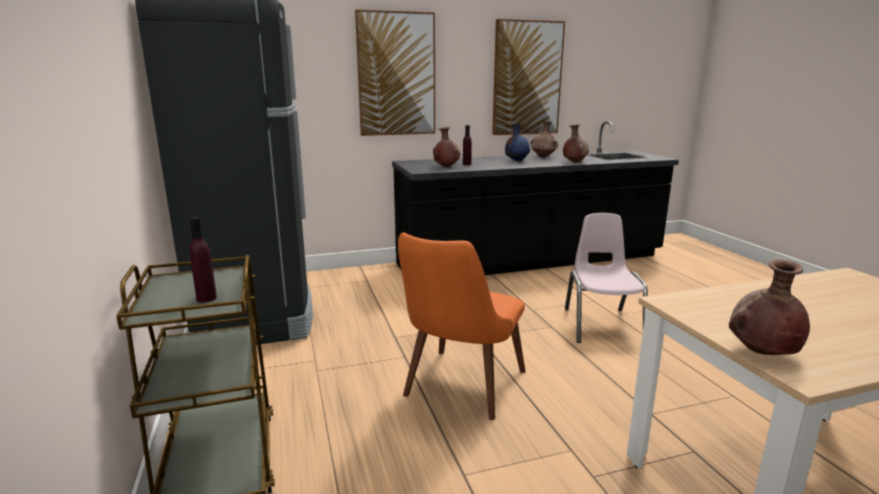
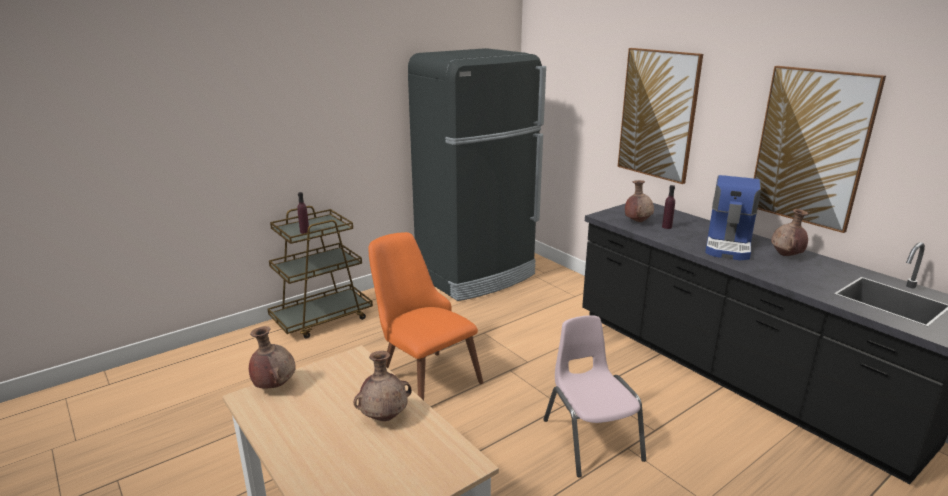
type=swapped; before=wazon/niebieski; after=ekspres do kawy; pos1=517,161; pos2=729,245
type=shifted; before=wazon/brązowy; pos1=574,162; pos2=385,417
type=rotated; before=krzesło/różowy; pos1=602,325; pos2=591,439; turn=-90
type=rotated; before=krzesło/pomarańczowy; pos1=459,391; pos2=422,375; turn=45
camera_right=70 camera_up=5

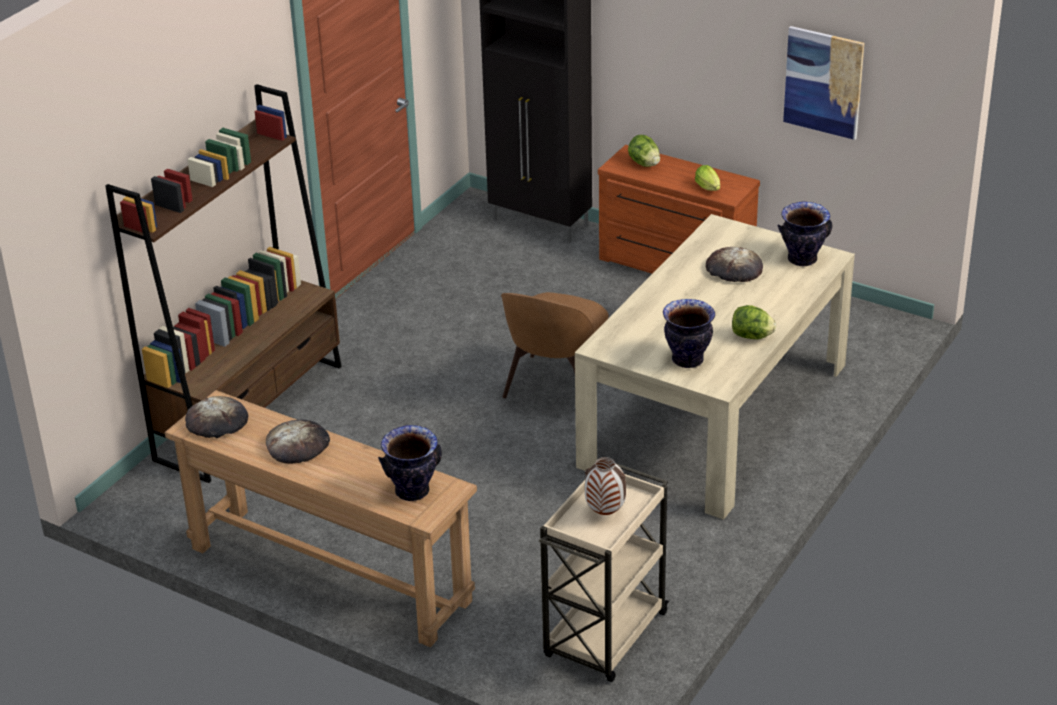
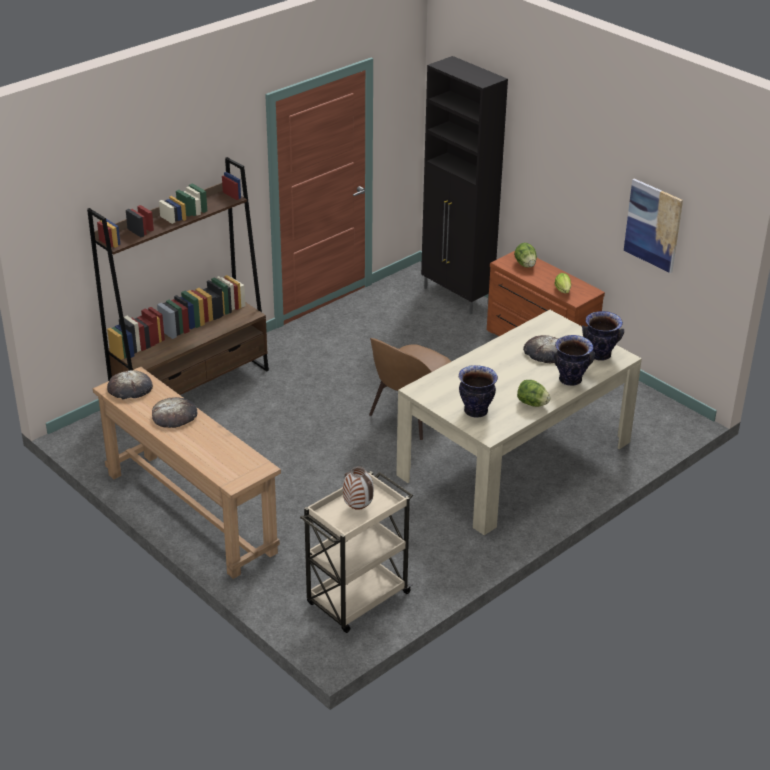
type=shifted; before=wazon; pos1=412,492; pos2=570,380
camera_right=15 camera_up=0

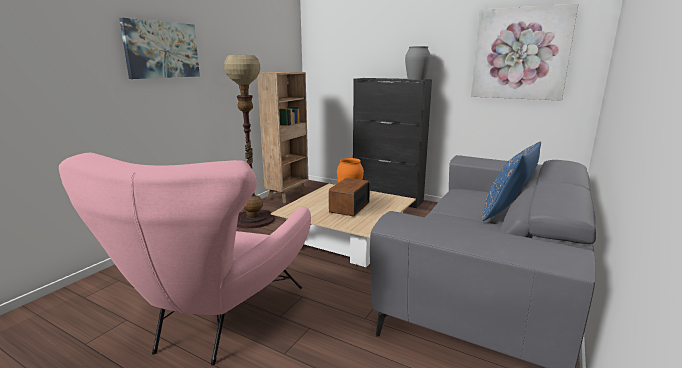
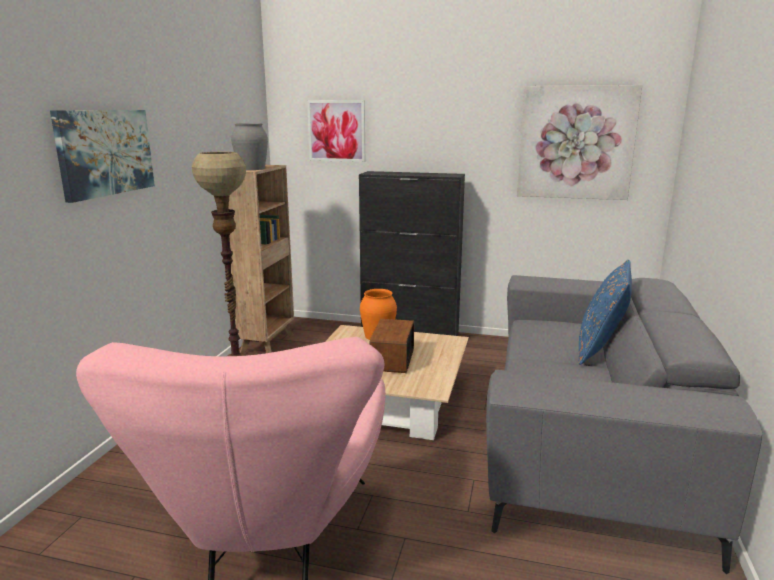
type=shifted; before=wazon/szary; pos1=416,79; pos2=251,169
type=new; after=obraz; pos2=336,131
camera_right=-15 camera_up=0

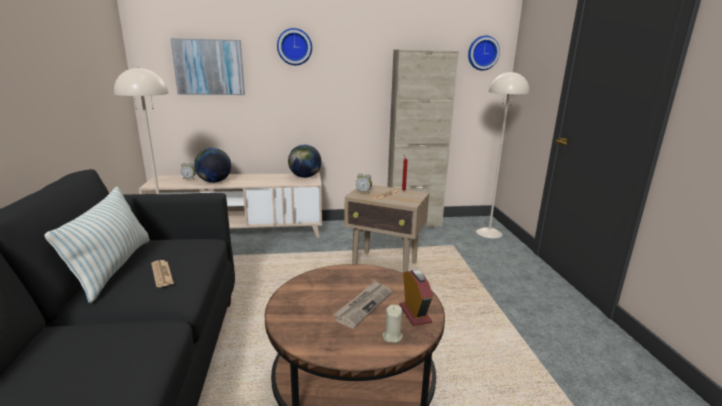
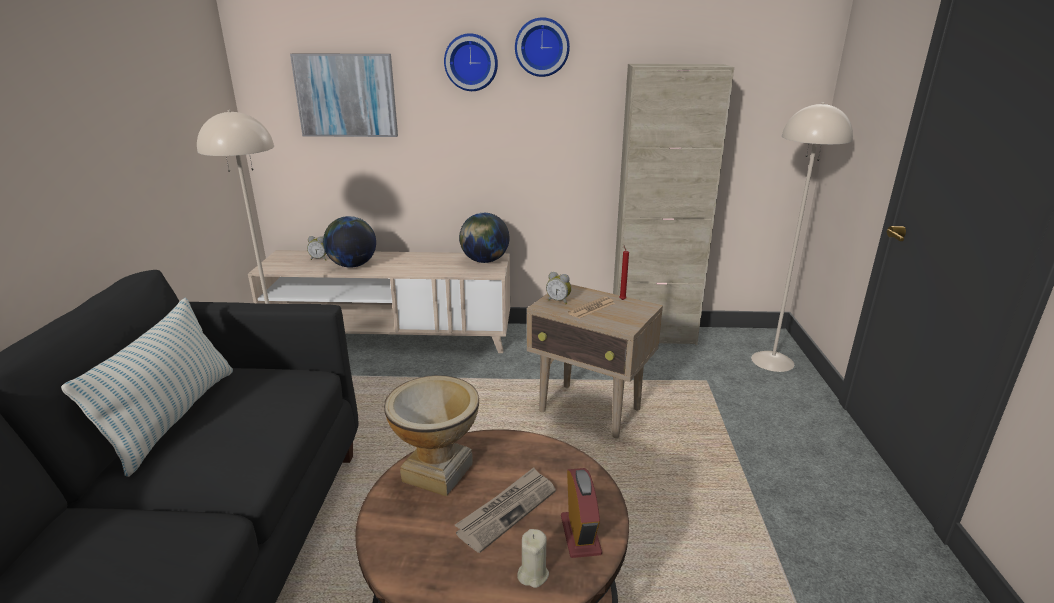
type=shifted; before=zegar ścienny; pos1=482,53; pos2=542,47
type=gone; before=gazeta; pos1=162,274
type=new; after=wazon; pos2=437,473
camera_right=10 camera_up=5

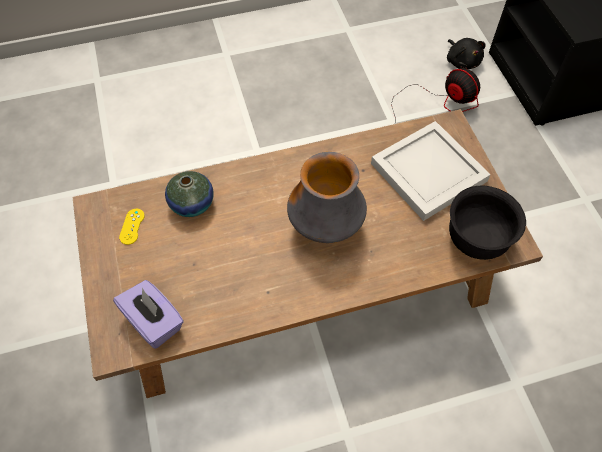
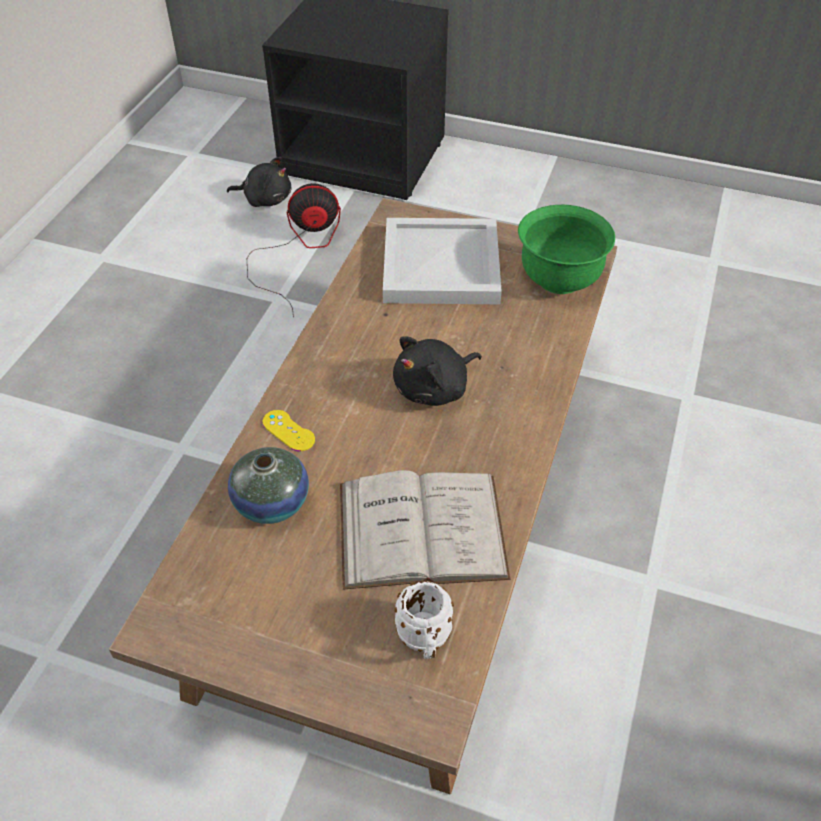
type=swapped; before=wazon; after=pluszak/czarny; pos1=325,227; pos2=434,388
type=repainted; before=miska/czarny; after=miska/zielony; pos1=476,240; pos2=559,279
type=shifted; before=pad do gier/żółty; pos1=132,226; pos2=288,431
type=swapped; before=pudełko chusteczek/fioletowy; after=kubek/biały; pos1=154,321; pos2=425,641
type=new; after=książka/biały; pos2=421,530
camera_right=-55 camera_up=-10

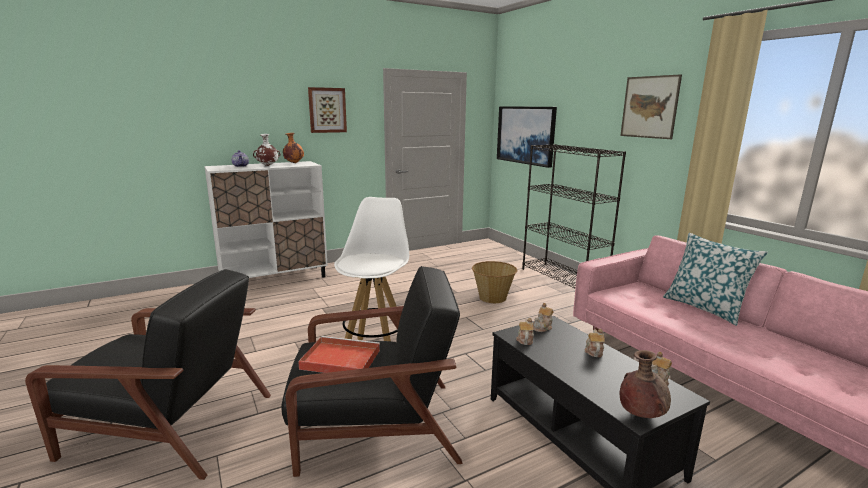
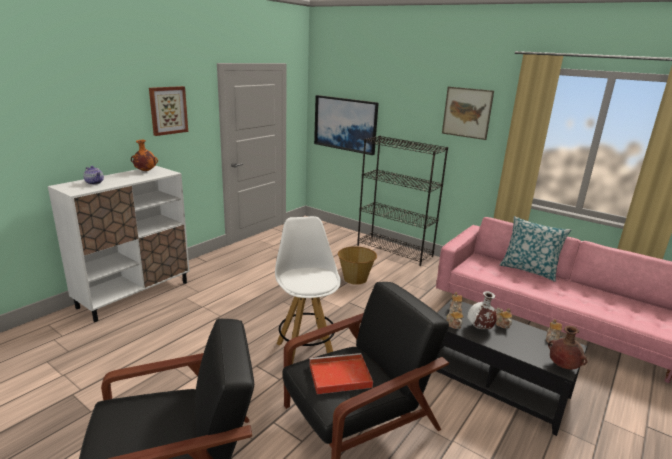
type=shifted; before=wazon/biały; pos1=267,166; pos2=479,328
camera_right=-25 camera_up=5

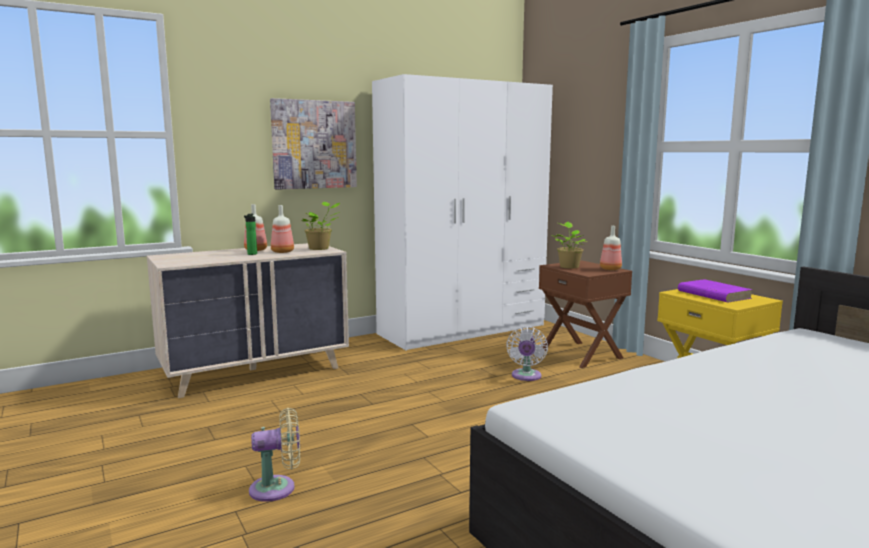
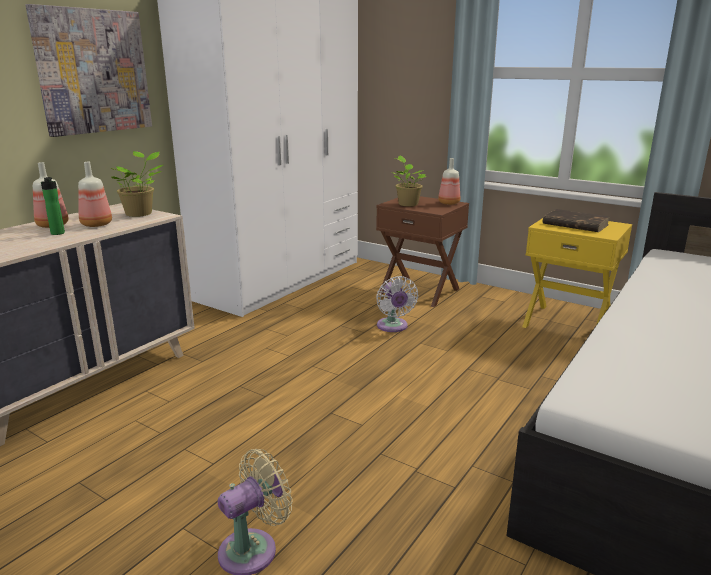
type=repainted; before=książka/fioletowy; after=książka/brązowy; pos1=713,294; pos2=574,224
camera_right=-25 camera_up=10

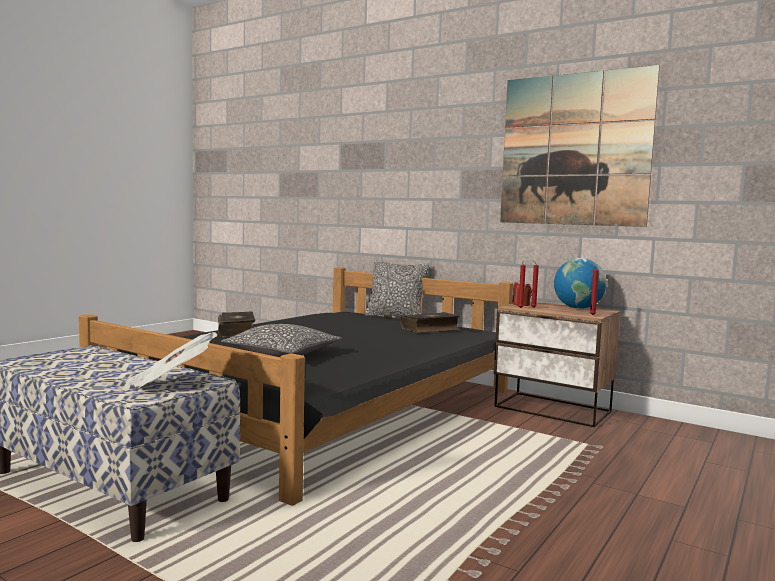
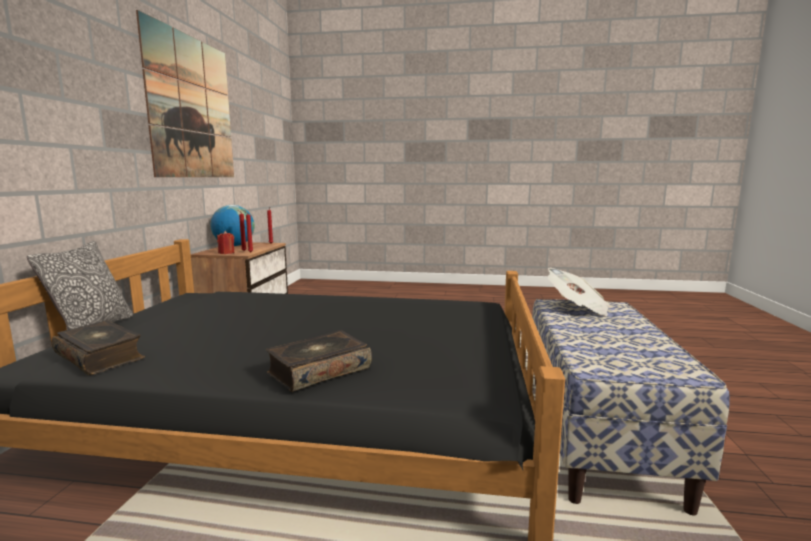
type=shifted; before=książka; pos1=430,329; pos2=101,357
type=gone; before=poduszka; pos1=282,354
camera_right=-115 camera_up=5

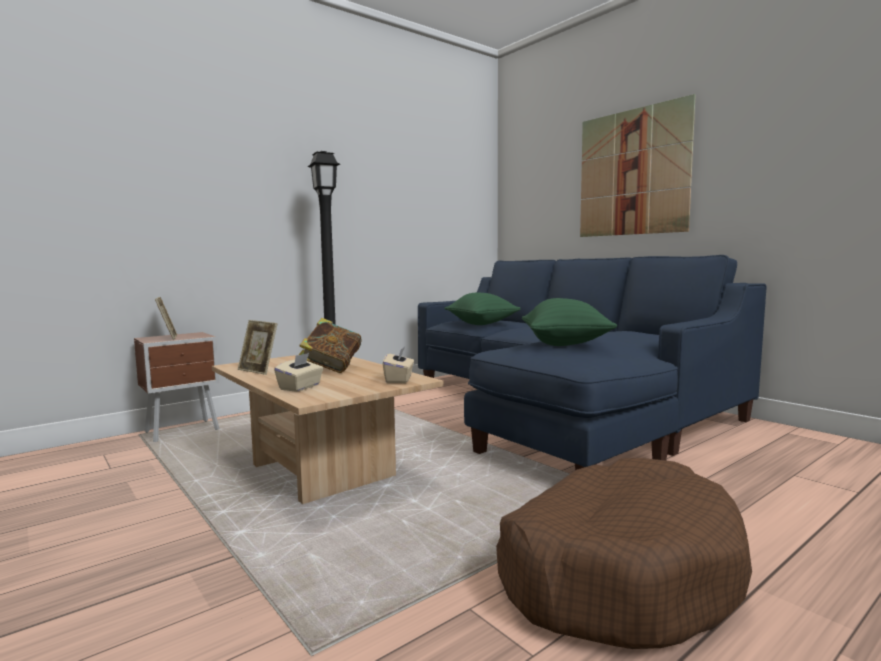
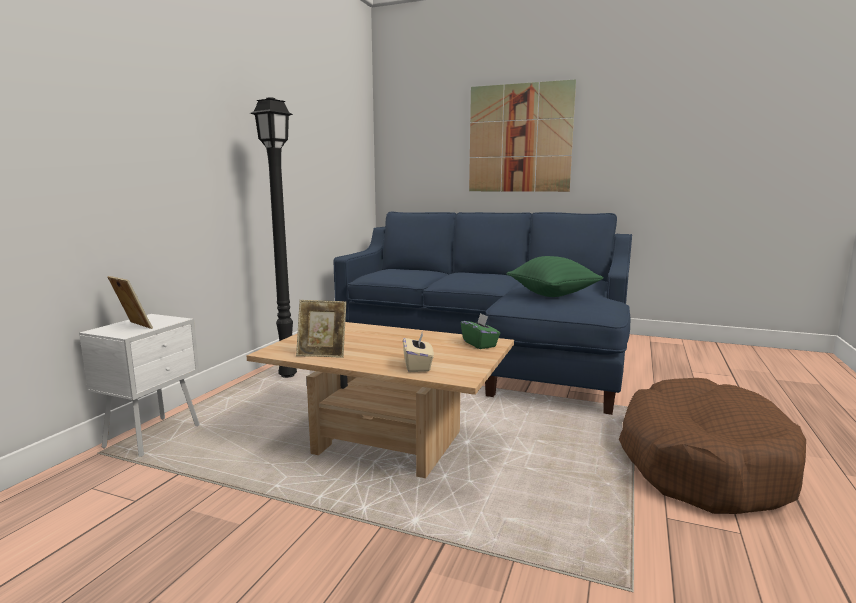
type=gone; before=poduszka/zielony; pos1=482,324
type=gone; before=książka; pos1=331,368
type=repainted; before=szafka nocna/brązowy; after=szafka nocna/biały; pos1=184,431; pos2=155,436
type=repainted; before=pudełko chusteczek/beżowy; after=pudełko chusteczek/zielony; pos1=399,379; pos2=480,344
camera_right=-30 camera_up=5

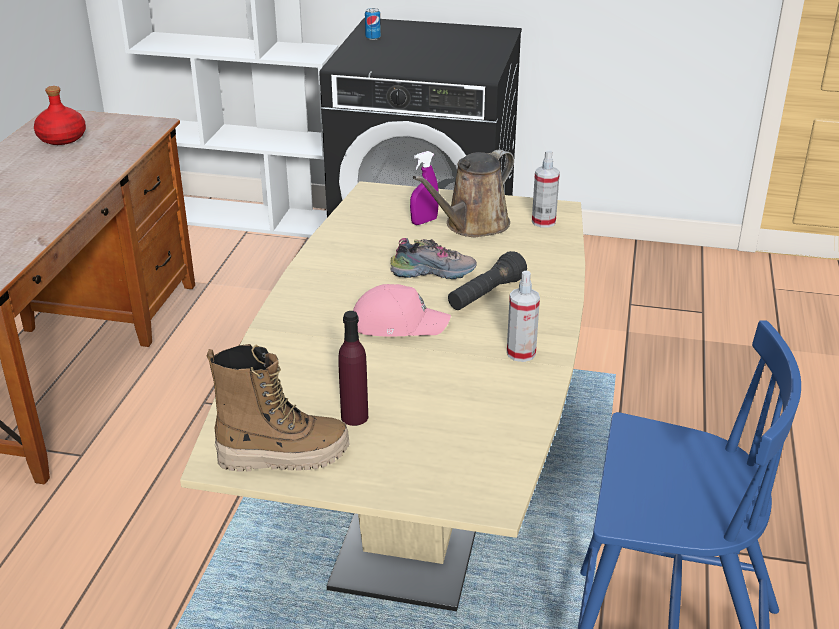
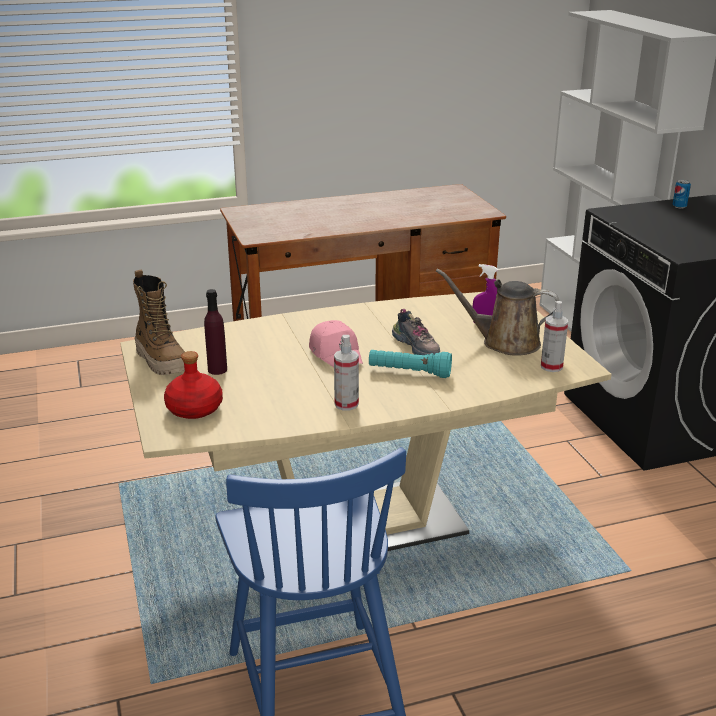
type=shifted; before=butelka/czerwony; pos1=62,138; pos2=195,409
type=repainted; before=latarka/czarny; after=latarka/turkusowy; pos1=486,295; pos2=409,373
camera_right=60 camera_up=-5

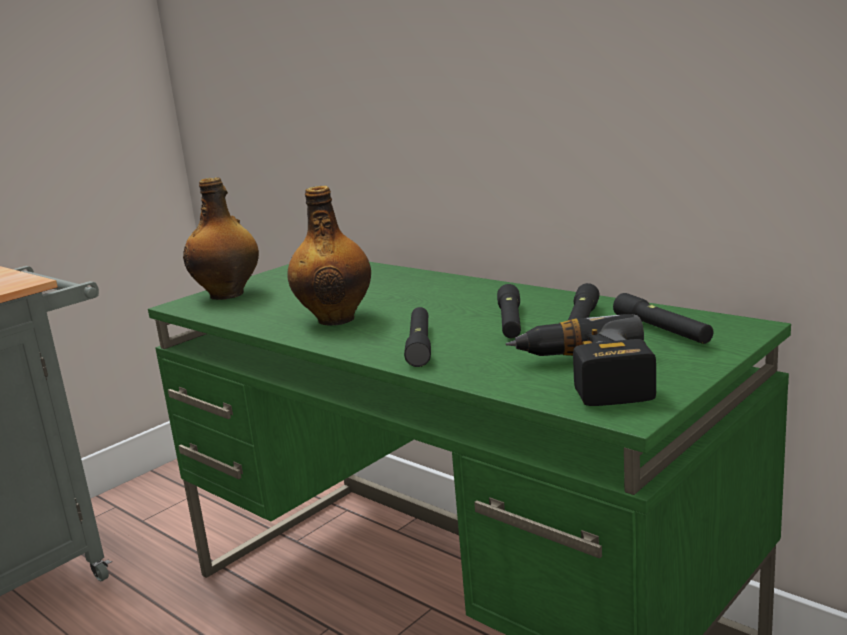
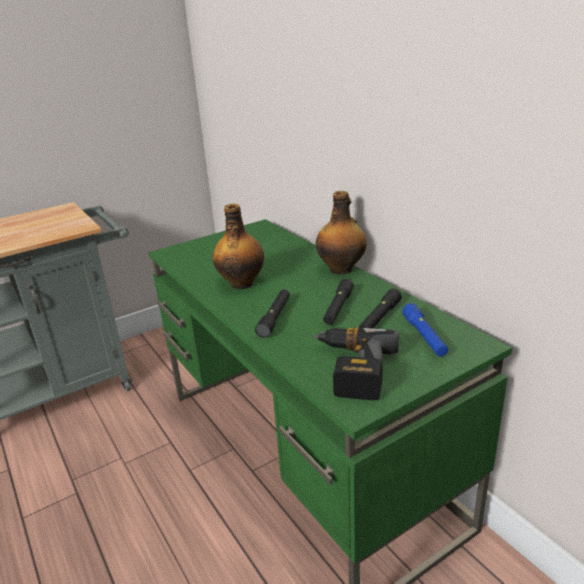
type=shifted; before=butelka; pos1=228,294; pos2=342,269
type=repainted; before=latarka/czarny; after=latarka/niebieski; pos1=662,330; pos2=424,336
camera_right=15 camera_up=10

